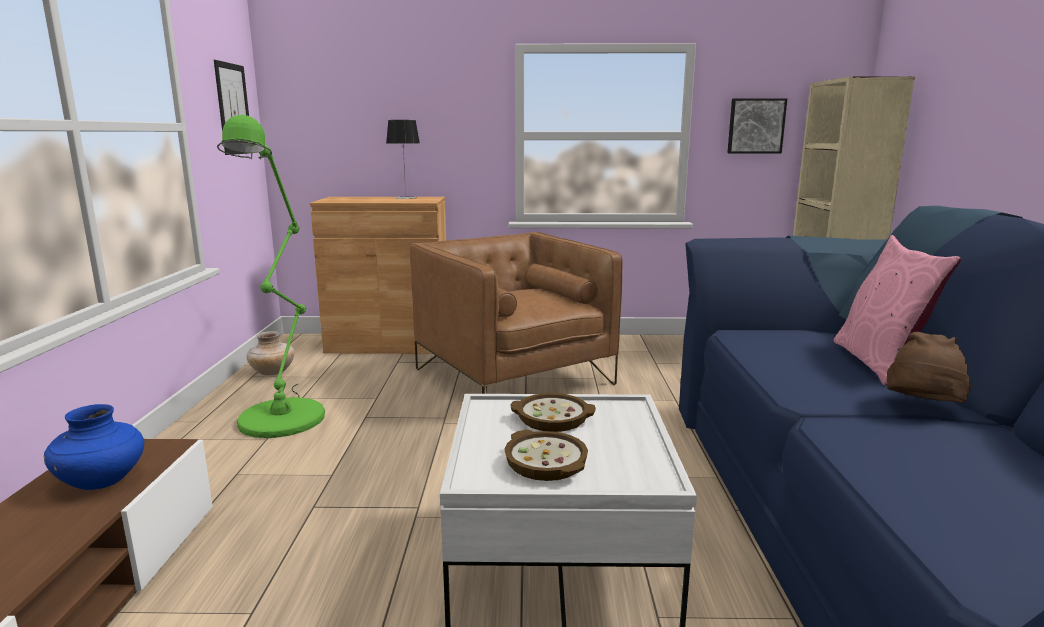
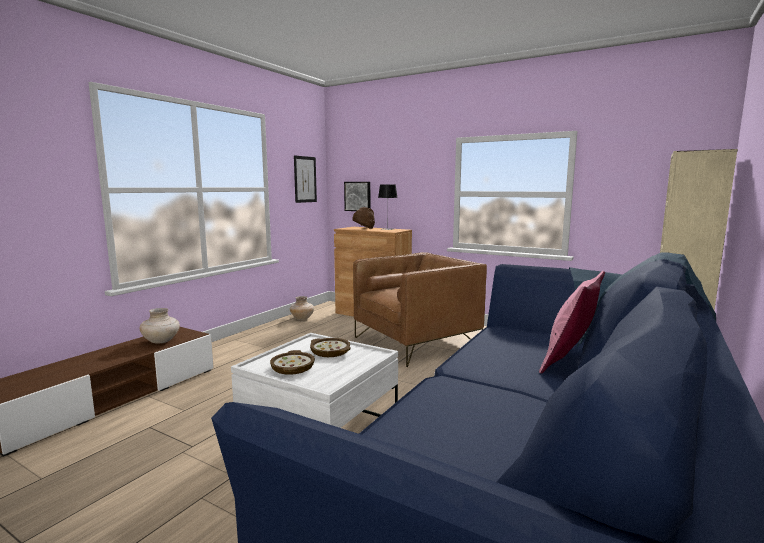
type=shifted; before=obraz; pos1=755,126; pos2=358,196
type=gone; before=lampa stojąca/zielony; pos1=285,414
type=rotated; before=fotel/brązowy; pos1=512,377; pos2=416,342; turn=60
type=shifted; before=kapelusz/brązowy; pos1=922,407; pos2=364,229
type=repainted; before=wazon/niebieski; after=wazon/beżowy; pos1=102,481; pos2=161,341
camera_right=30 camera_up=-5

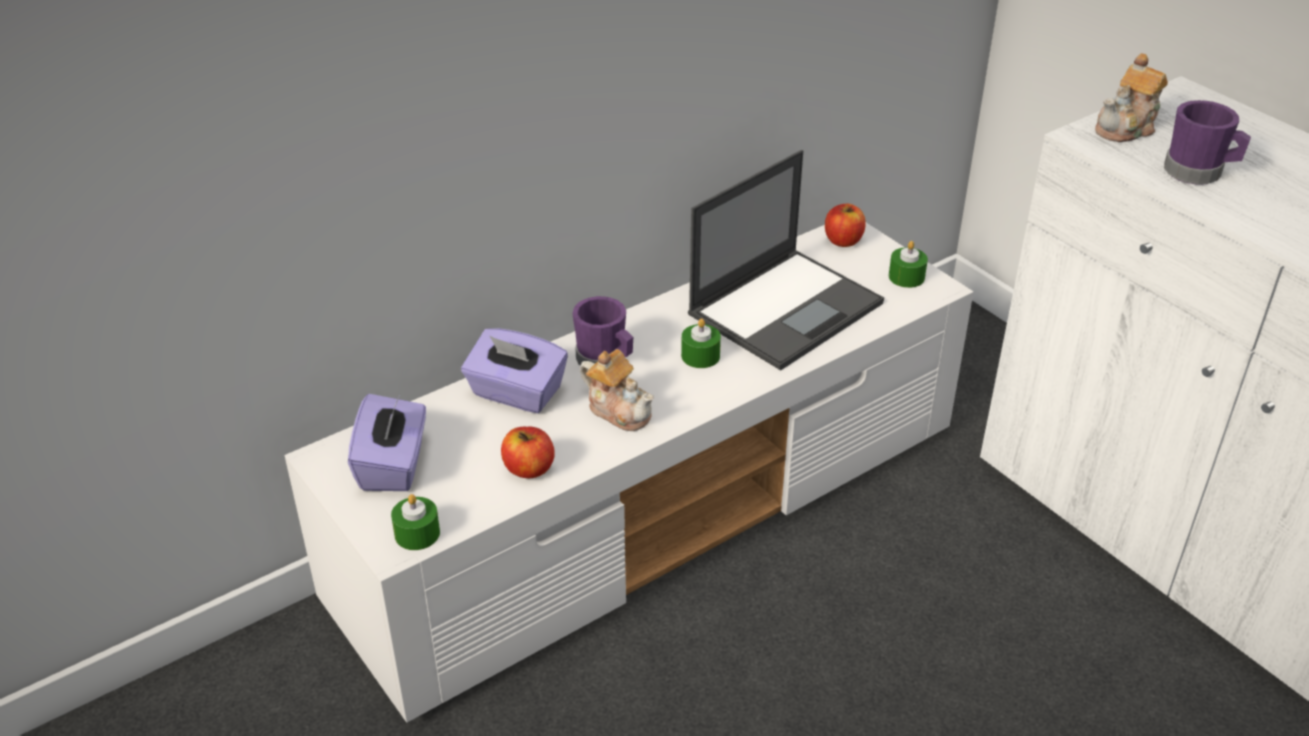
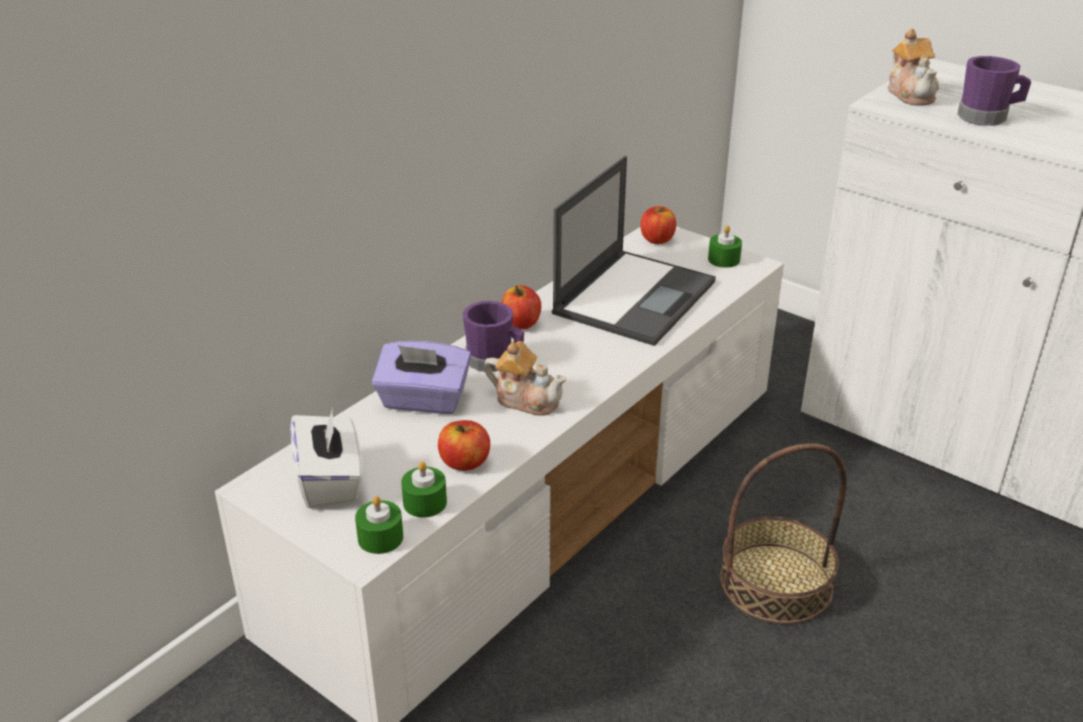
type=rotated; before=imbryk; pos1=1127,128; pos2=911,94; turn=-45
type=shifted; before=świeca/zielony; pos1=700,356; pos2=425,502
type=repainted; before=pudełko chusteczek/fioletowy; after=pudełko chusteczek/biały; pos1=393,465; pos2=330,481
type=new; after=jabłko; pos2=521,323
type=new; after=koszyk; pos2=775,582
camera_right=-15 camera_up=-5

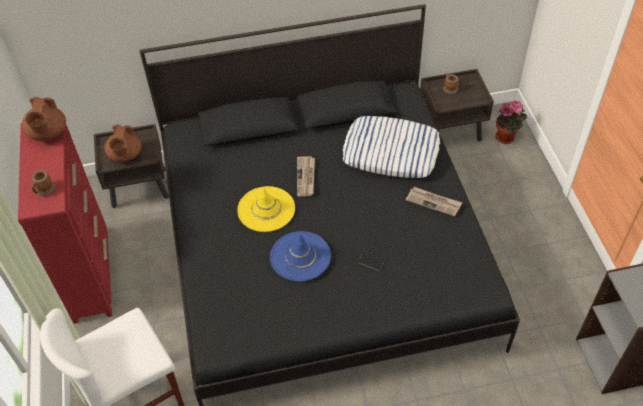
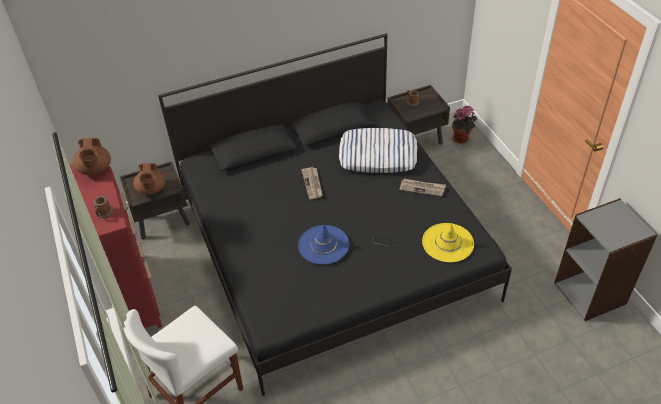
type=shifted; before=kapelusz/żółty; pos1=266,209; pos2=447,243
camera_right=-10 camera_up=-5

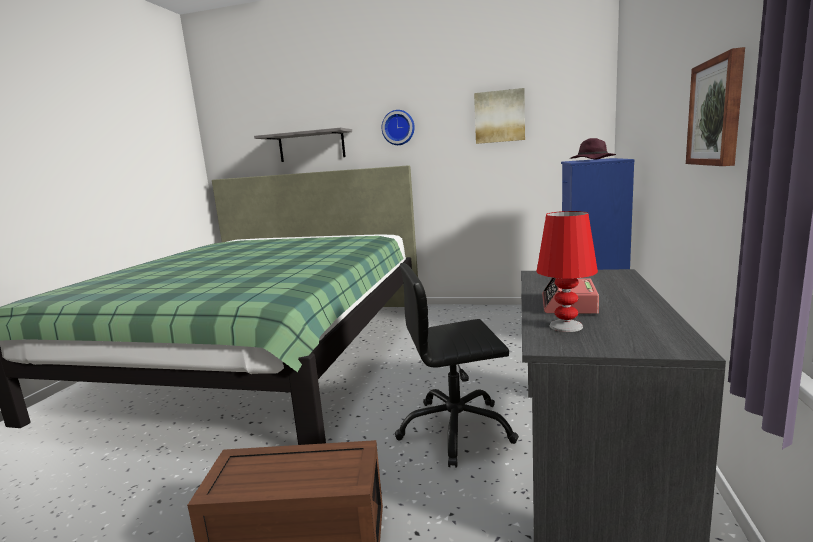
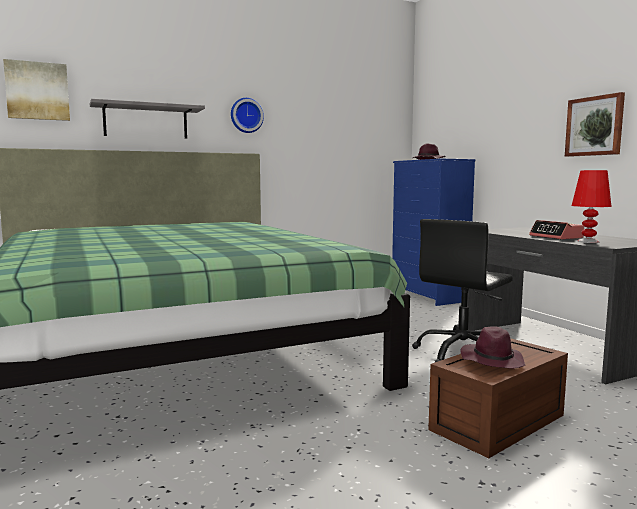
type=shifted; before=obraz; pos1=499,116; pos2=37,91
type=new; after=kapelusz/fioletowy; pos2=492,360
camera_right=-40 camera_up=-5

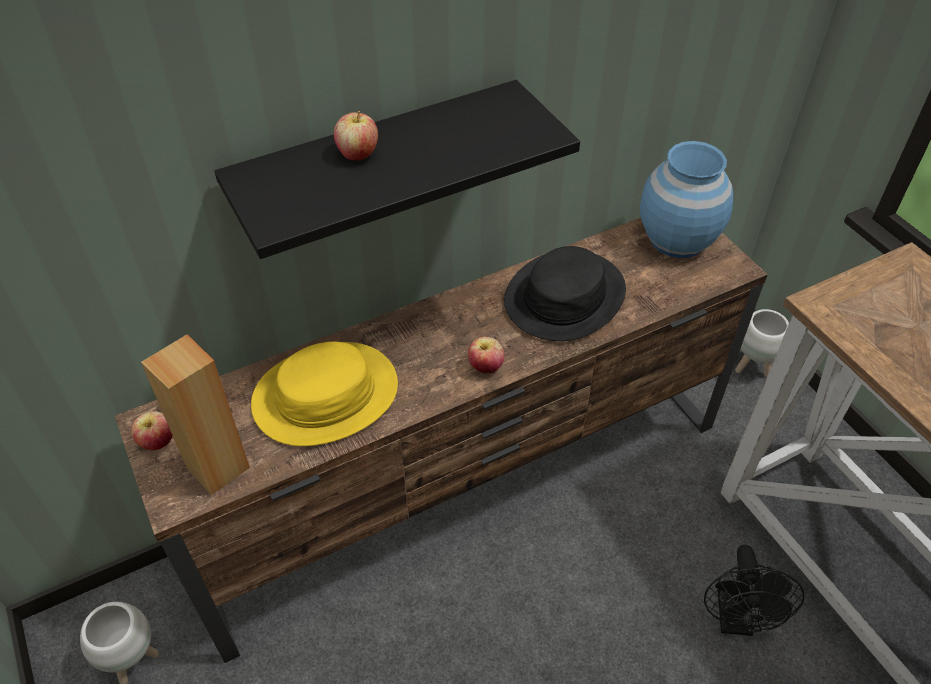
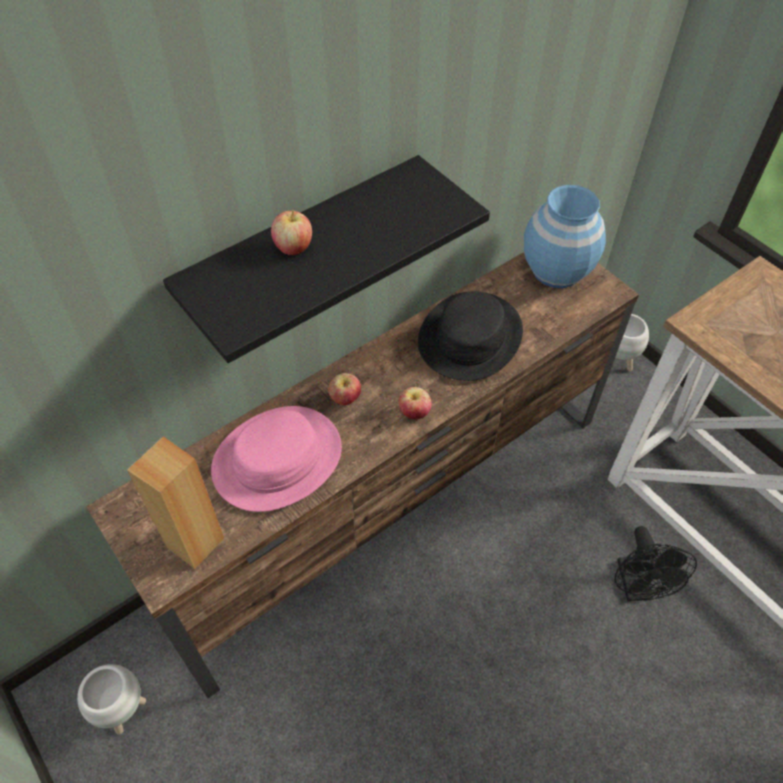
type=repainted; before=kapelusz/żółty; after=kapelusz/różowy; pos1=326,395; pos2=277,459
type=shifted; before=jabłko; pos1=158,442; pos2=345,399
camera_right=-10 camera_up=5

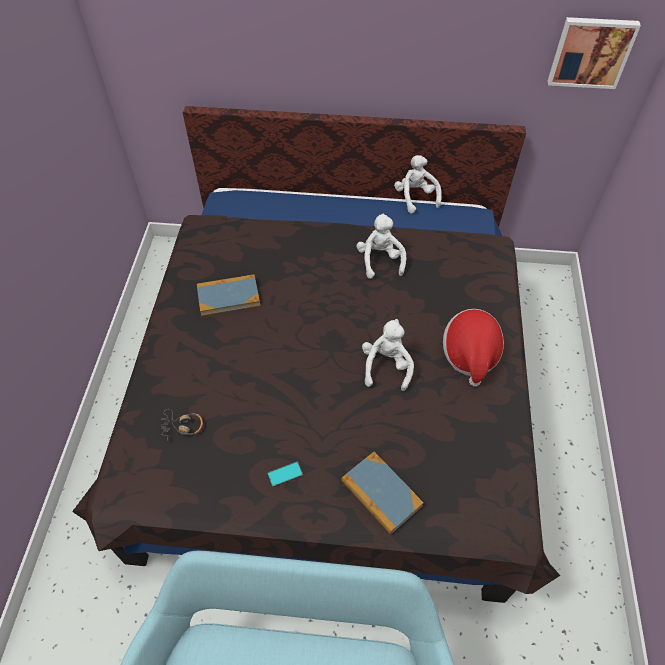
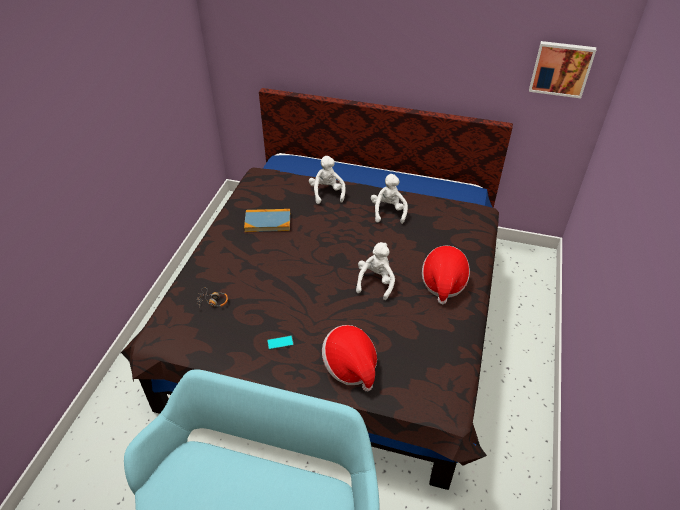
type=shifted; before=pluszak/biały; pos1=415,197; pos2=327,193
type=swapped; before=książka; after=kapelusz; pos1=381,493; pos2=350,366
camera_right=10 camera_up=-10

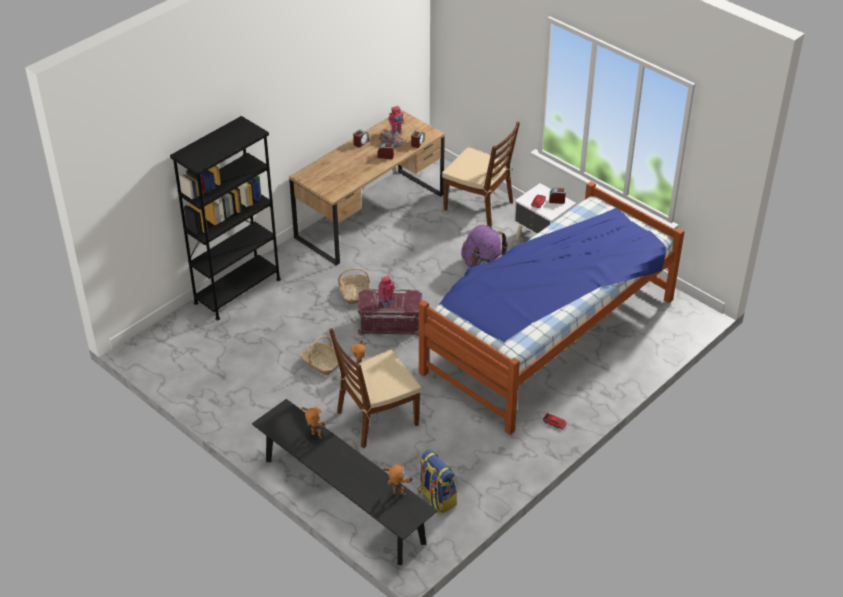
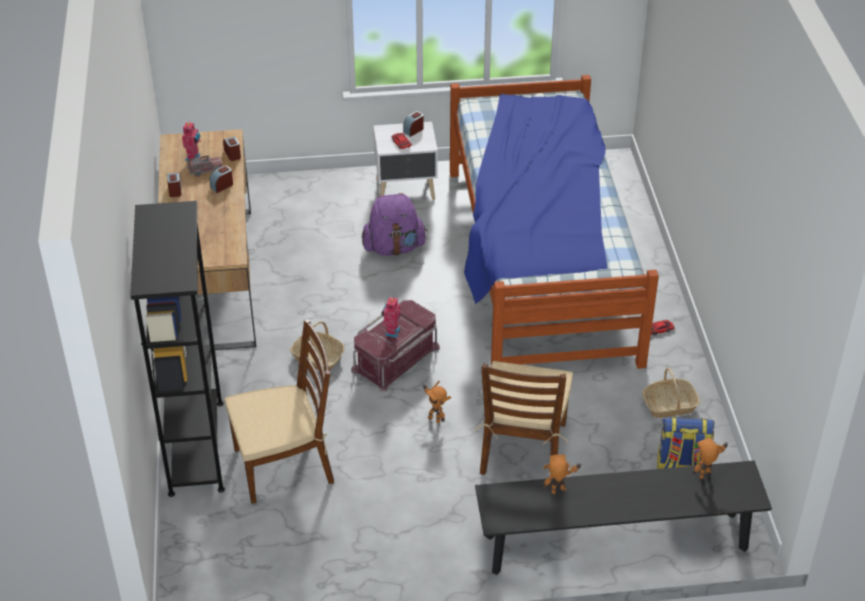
type=shifted; before=krzesło/brązowy; pos1=479,206; pos2=284,465
type=shifted; before=koszyk; pos1=321,363; pos2=669,405
camera_right=-50 camera_up=0

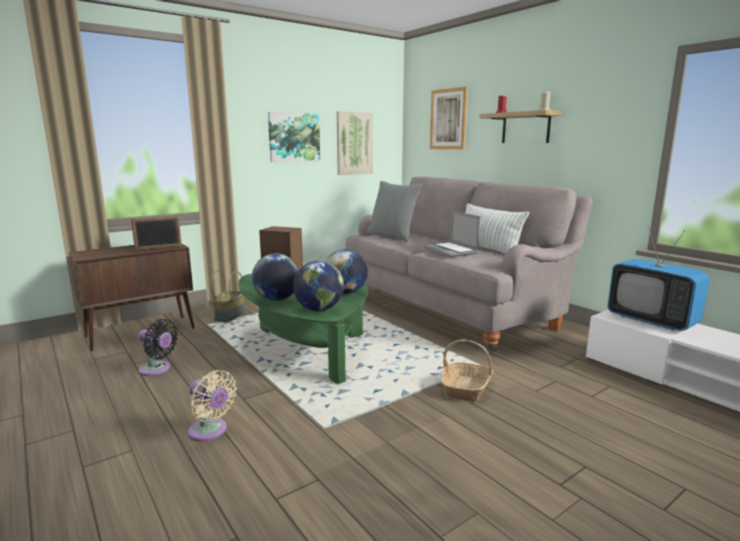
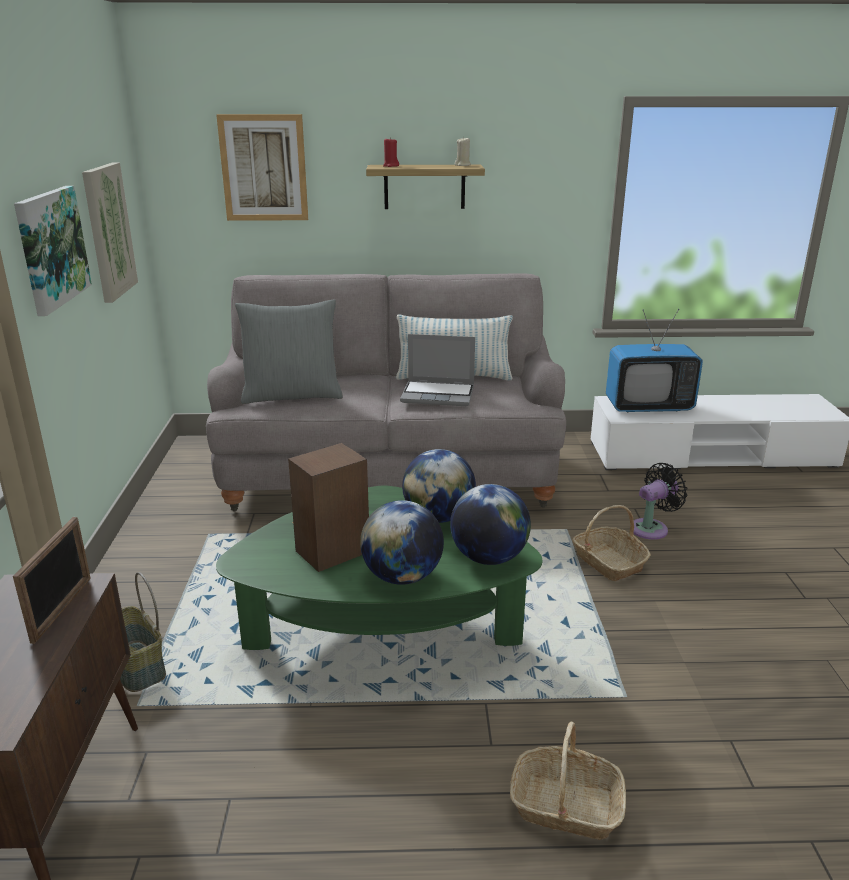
type=shifted; before=wentylator/czarny; pos1=157,369; pos2=652,528
type=swapped; before=wentylator/beżowy; after=koszyk; pos1=210,432; pos2=565,806
camera_right=-55 camera_up=10

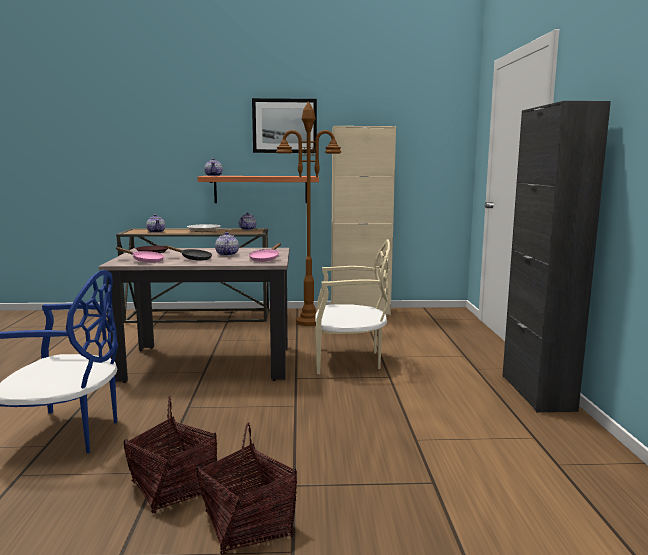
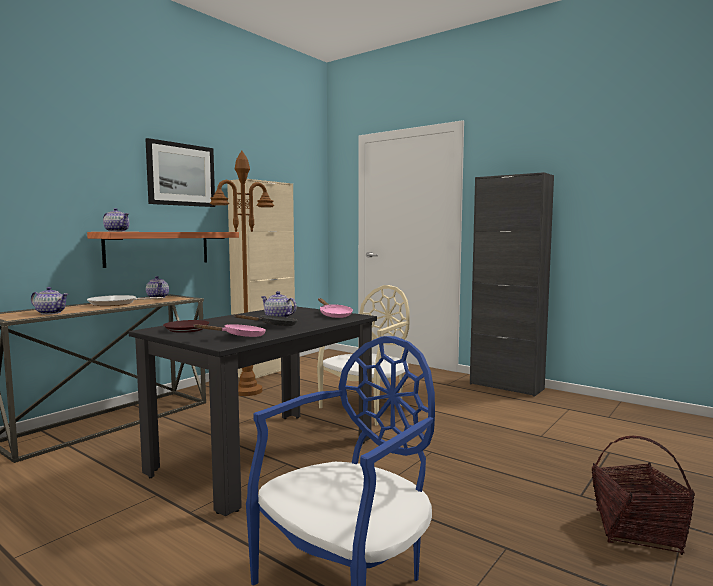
type=repainted; before=stół jadalny/beżowy; after=stół jadalny/czarny; pos1=208,363; pos2=265,455
type=gone; before=koszyk; pos1=173,488
camera_right=-50 camera_up=-5

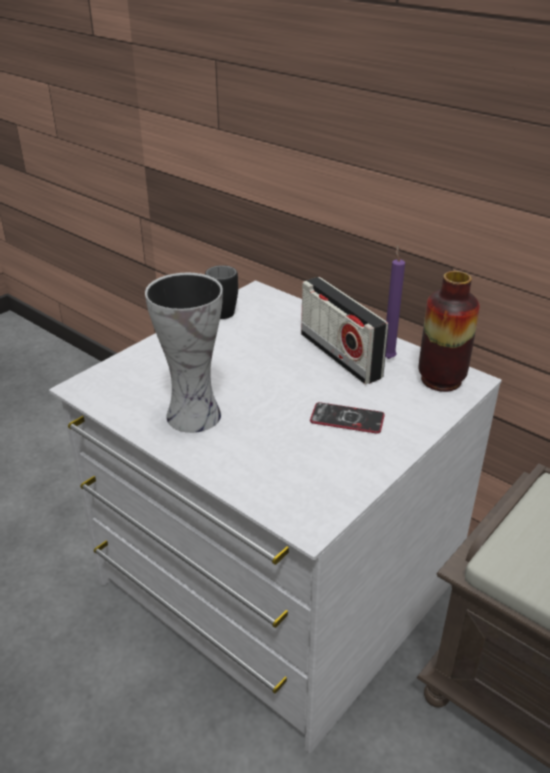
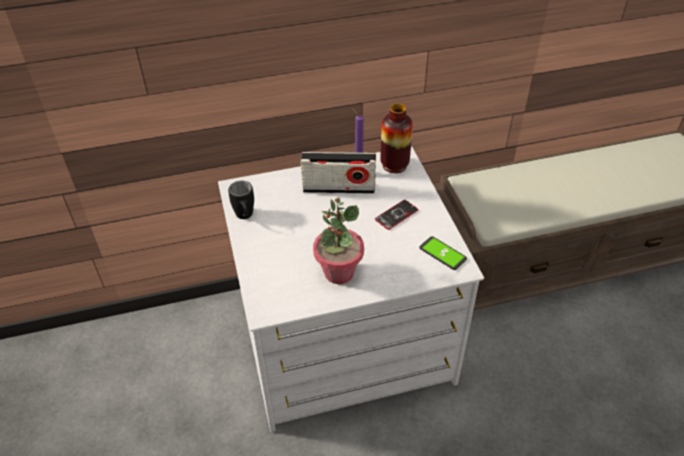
type=swapped; before=wazon; after=roślina doniczkowa; pos1=192,414; pos2=338,272
type=new; after=telefon; pos2=442,254
camera_right=-55 camera_up=10

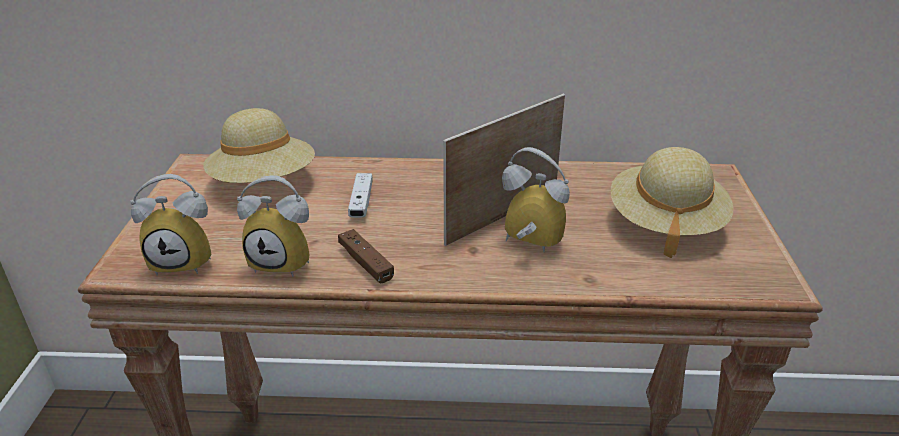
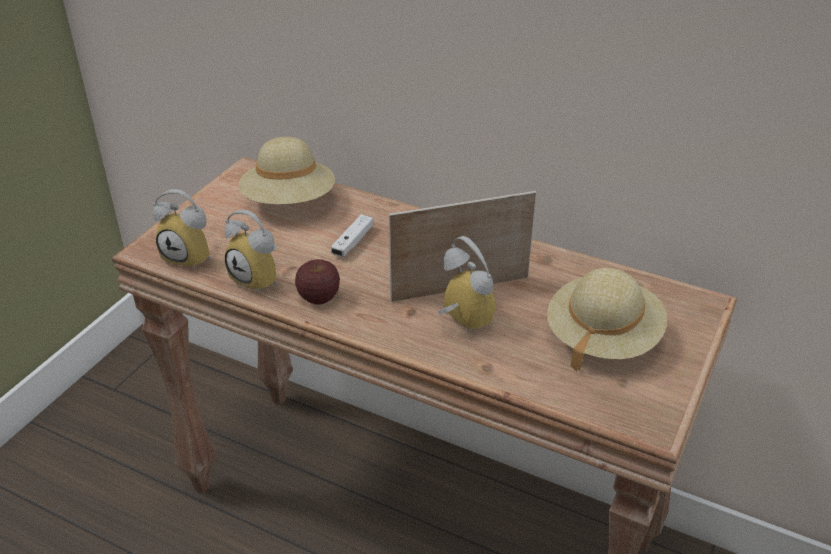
type=swapped; before=pad do gier/brązowy; after=jabłko; pos1=366,263; pos2=318,298
camera_right=25 camera_up=5

